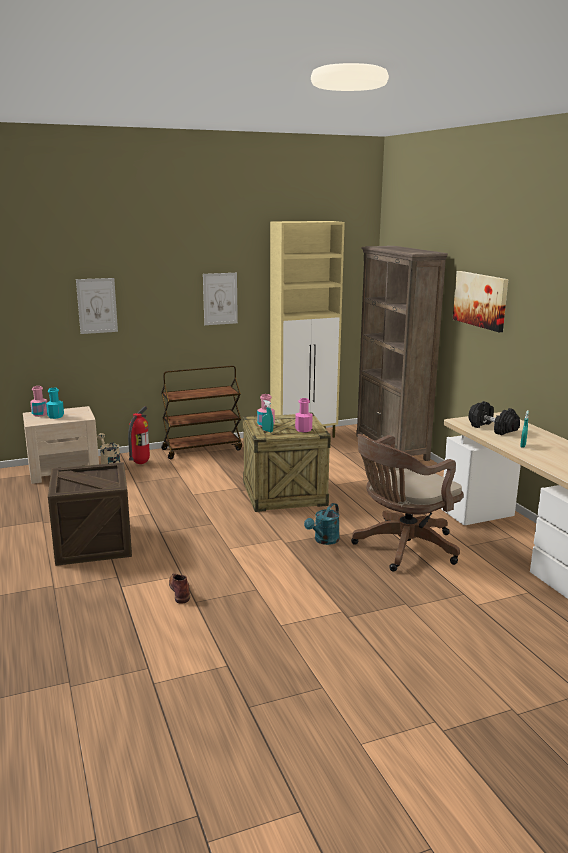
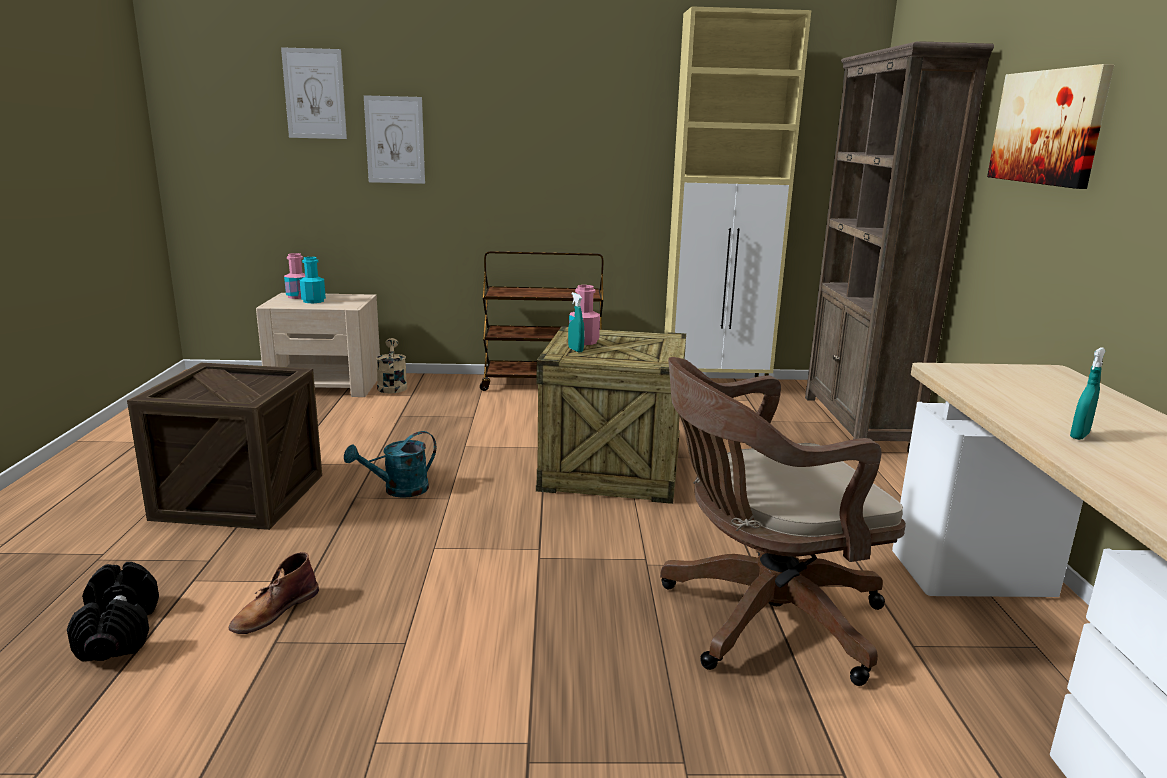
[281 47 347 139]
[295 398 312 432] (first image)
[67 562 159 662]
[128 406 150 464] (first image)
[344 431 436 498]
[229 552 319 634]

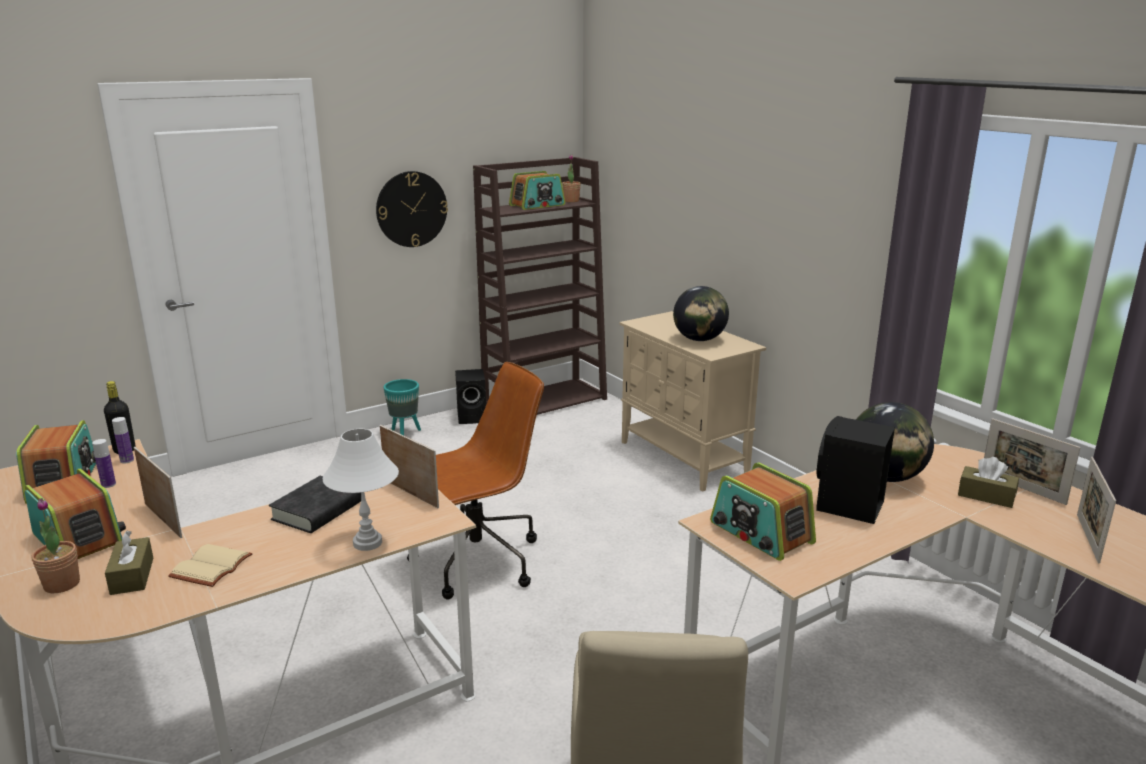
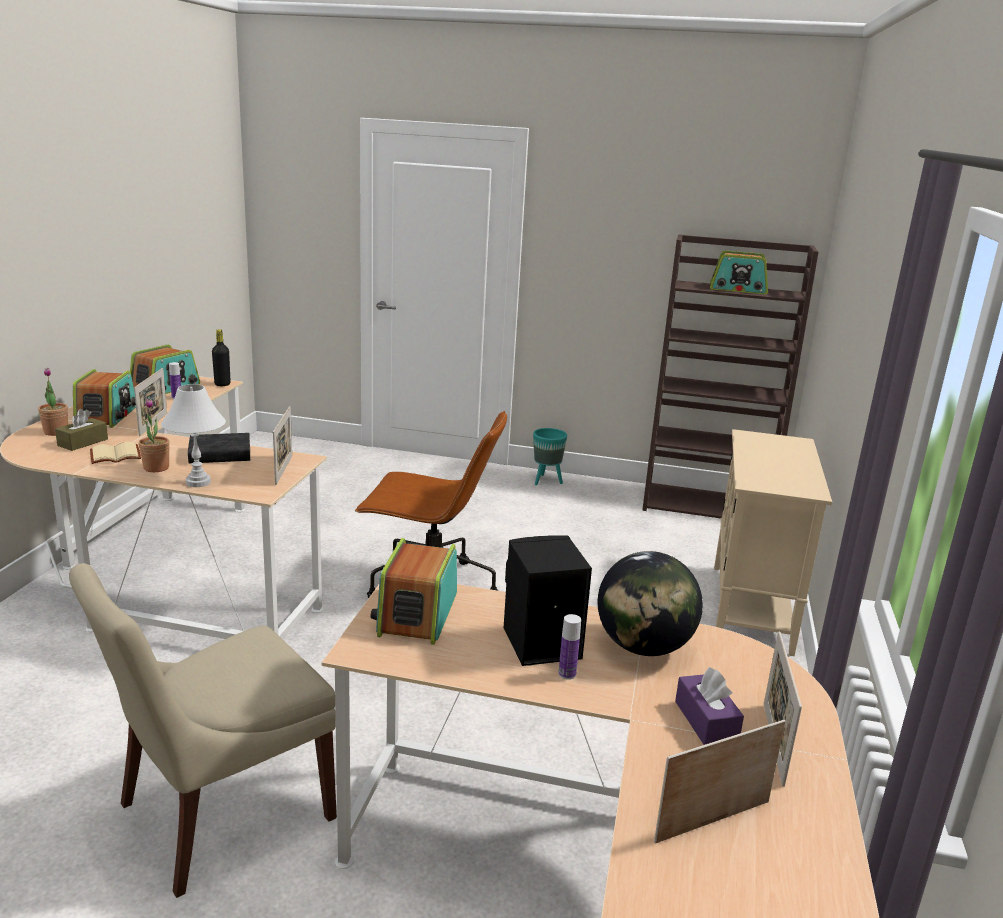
[138 399 170 472]
[376 171 448 247] (first image)
[673 286 729 341] (first image)
[455 369 486 424] (first image)
[558 614 581 680]
[675 667 744 745]

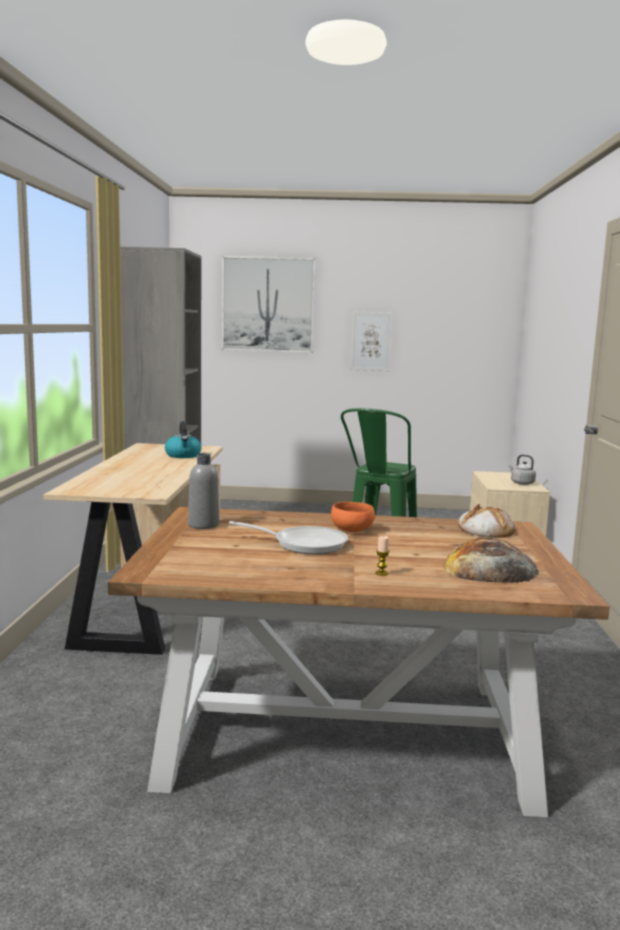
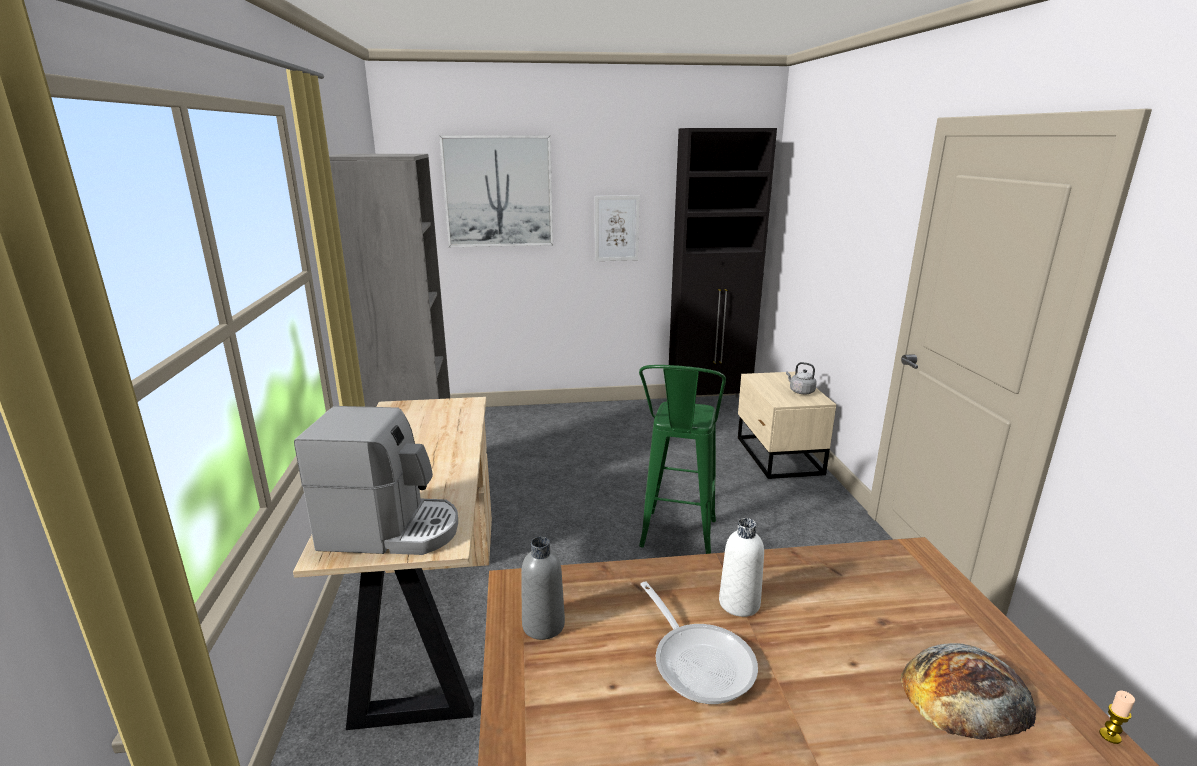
[165 421 202 458] (first image)
[719 518 764 617]
[458 504 516 538] (first image)
[640 582 758 704]
[1099 691 1135 744]
[669 128 777 398]
[294 406 458 555]

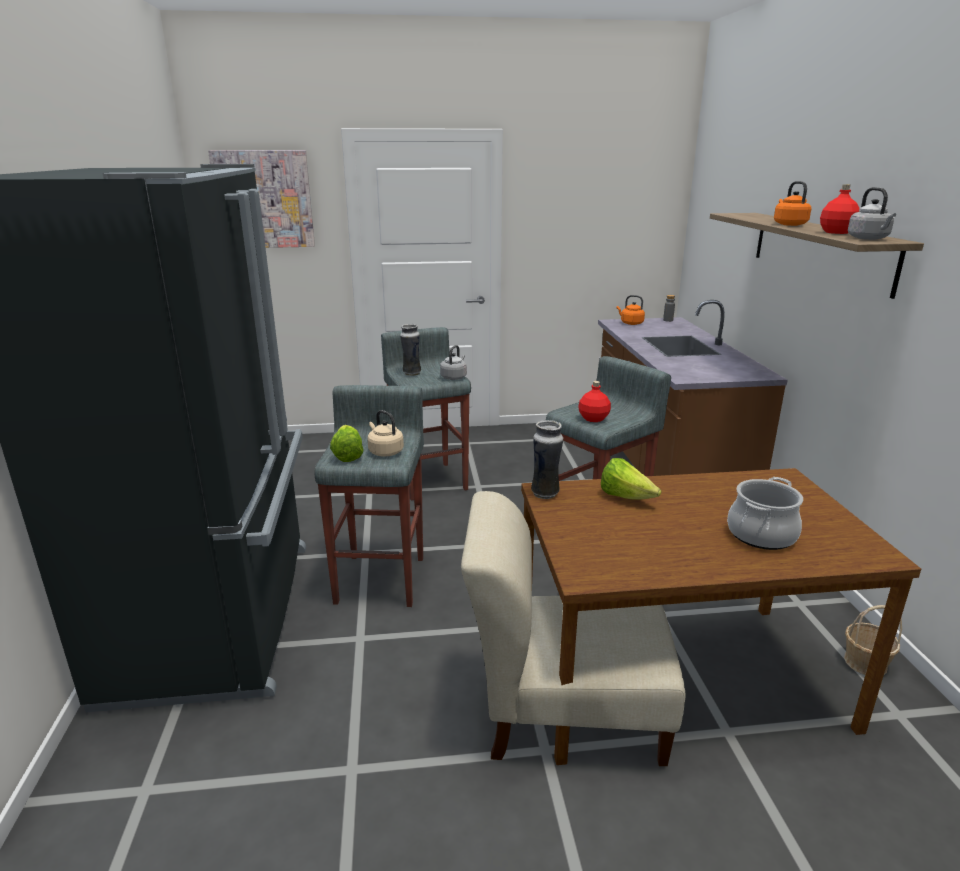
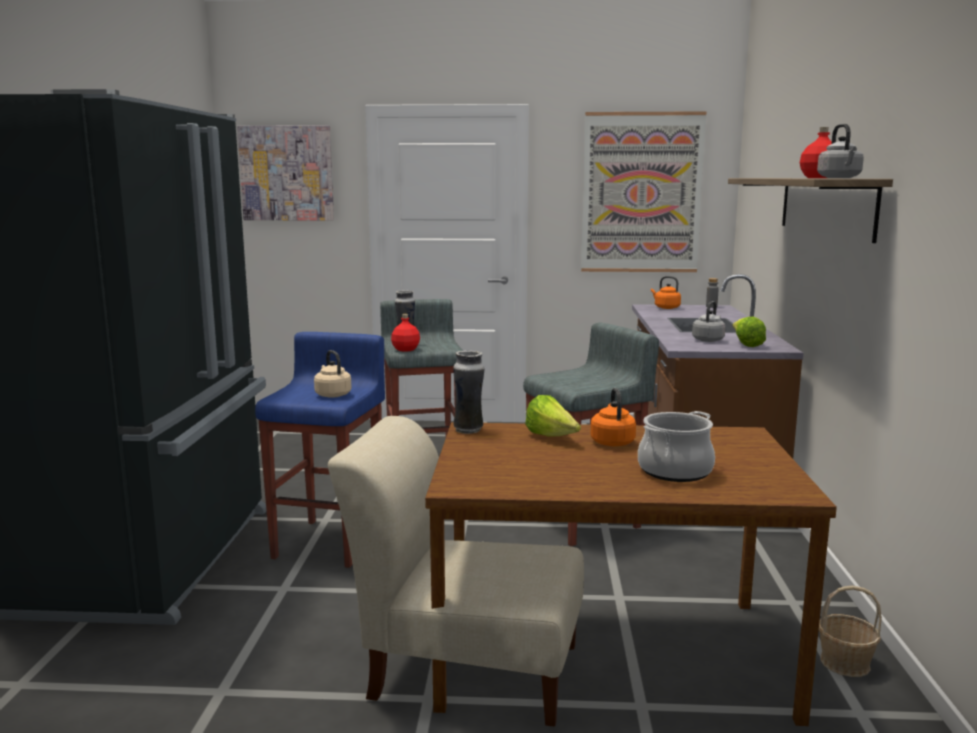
[591 388 636 446]
[692 301 726 342]
[391 314 420 352]
[255 332 385 568]
[732 316 766 347]
[581 111 706 272]

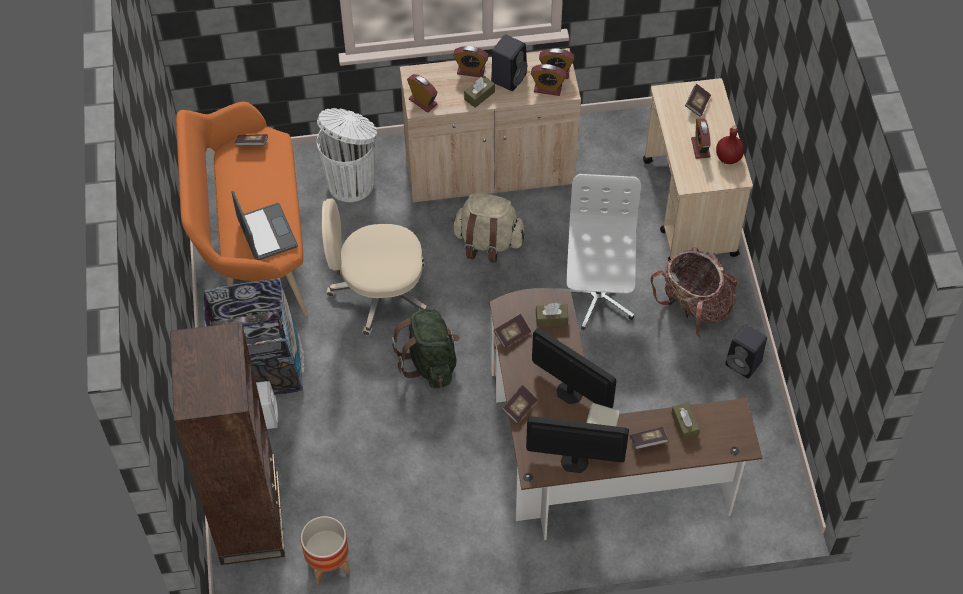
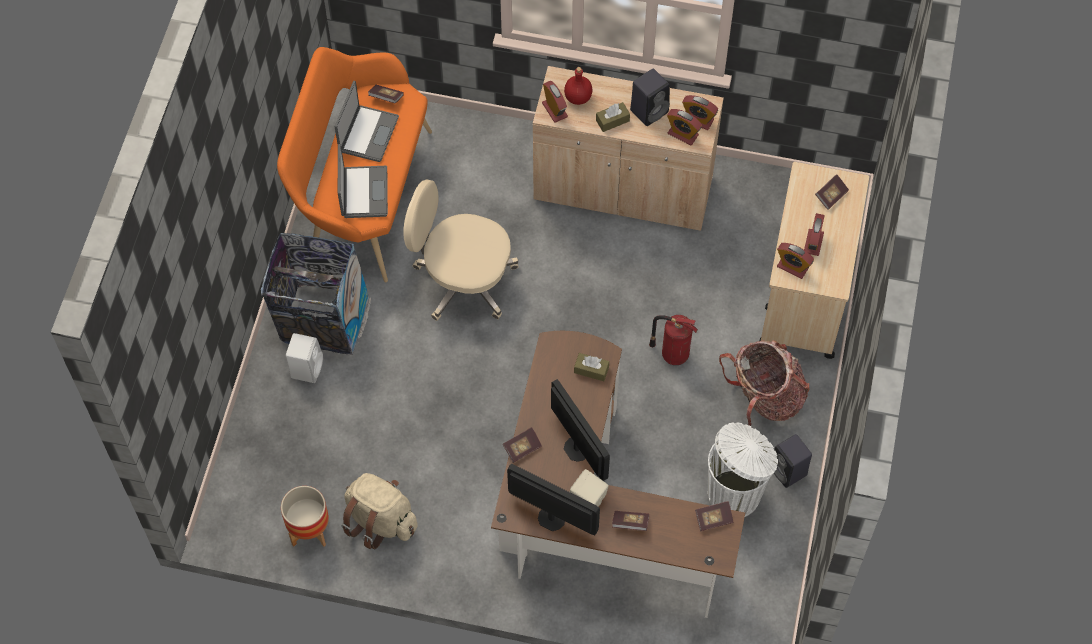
[777 243 814 279]
[708 422 778 517]
[564 67 592 105]
[649 315 698 365]
[342 473 418 549]
[392 309 460 388] (first image)
[695 501 733 531]
[170 322 285 565] (first image)
[671 402 700 440] (first image)
[335 81 399 162]

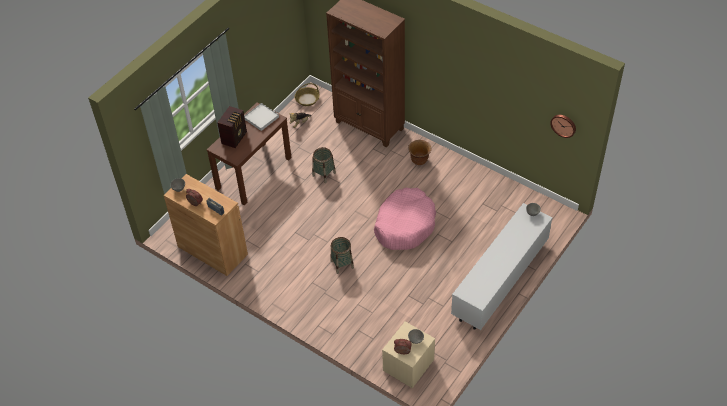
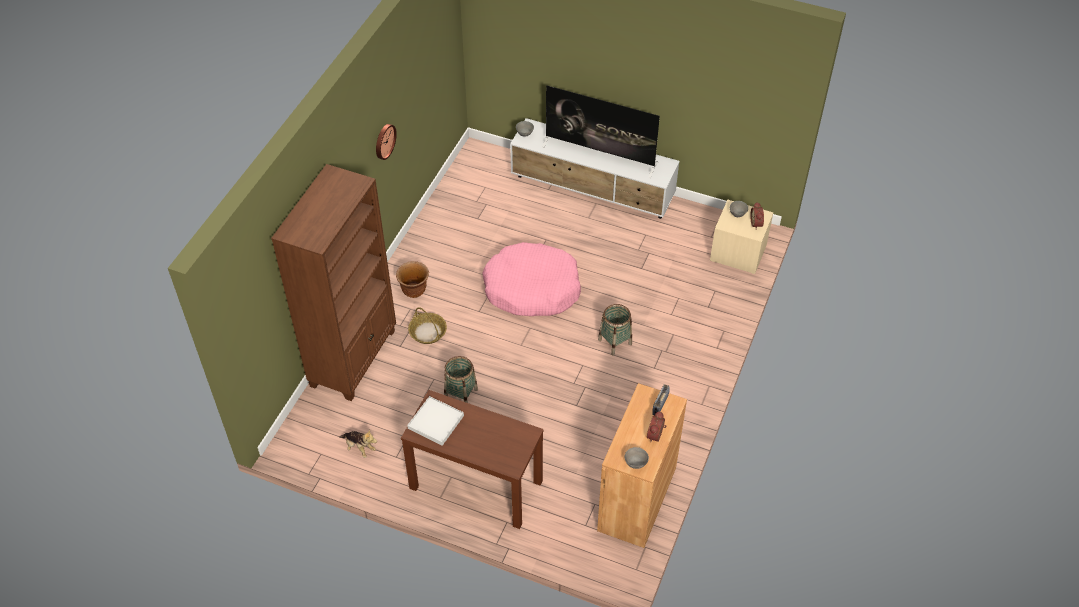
[408 307 447 344]
[217 106 247 148] (first image)
[376 124 397 160]
[542 85 660 178]

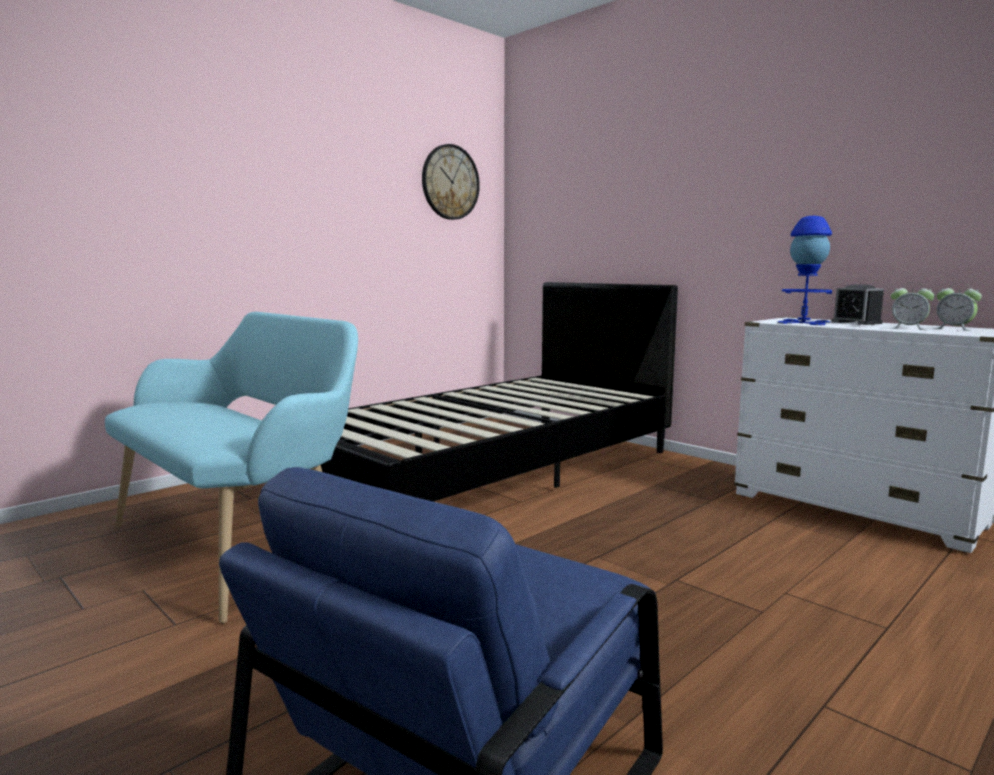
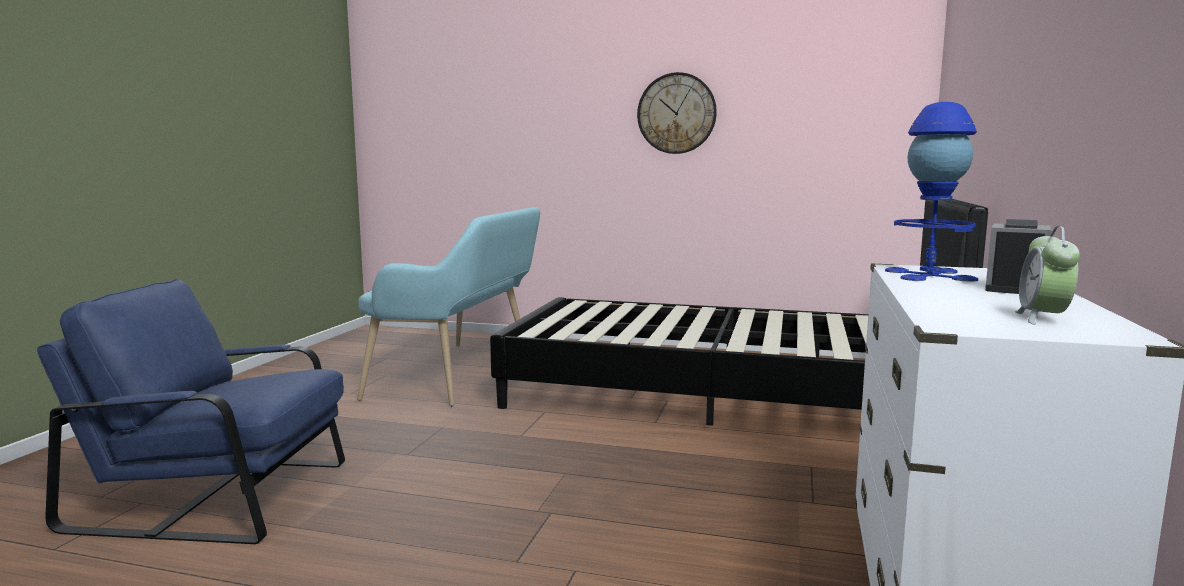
[637 72 717 154]
[890 282 935 330] (first image)

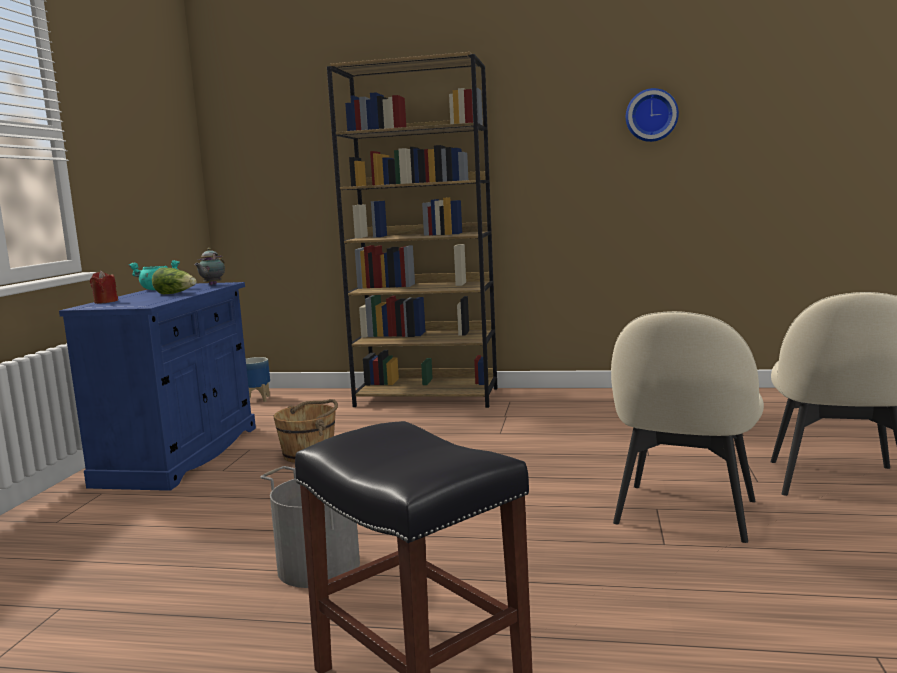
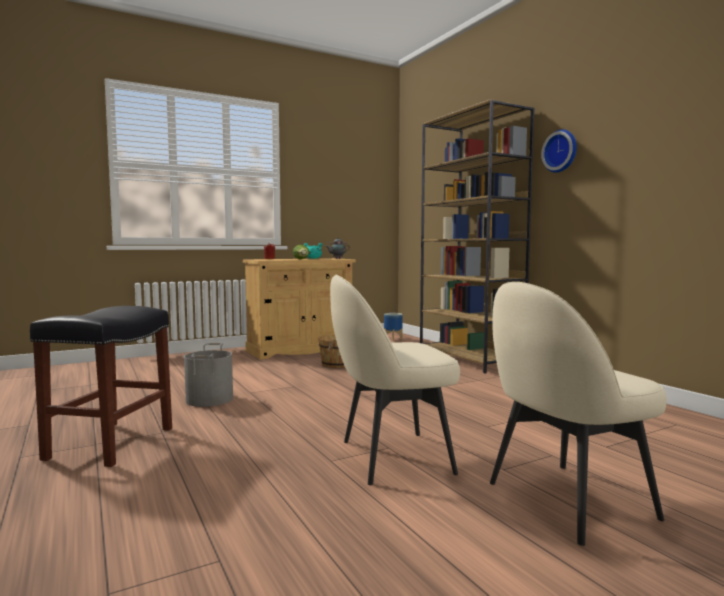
[541 129 577 173]
[243 258 356 360]

